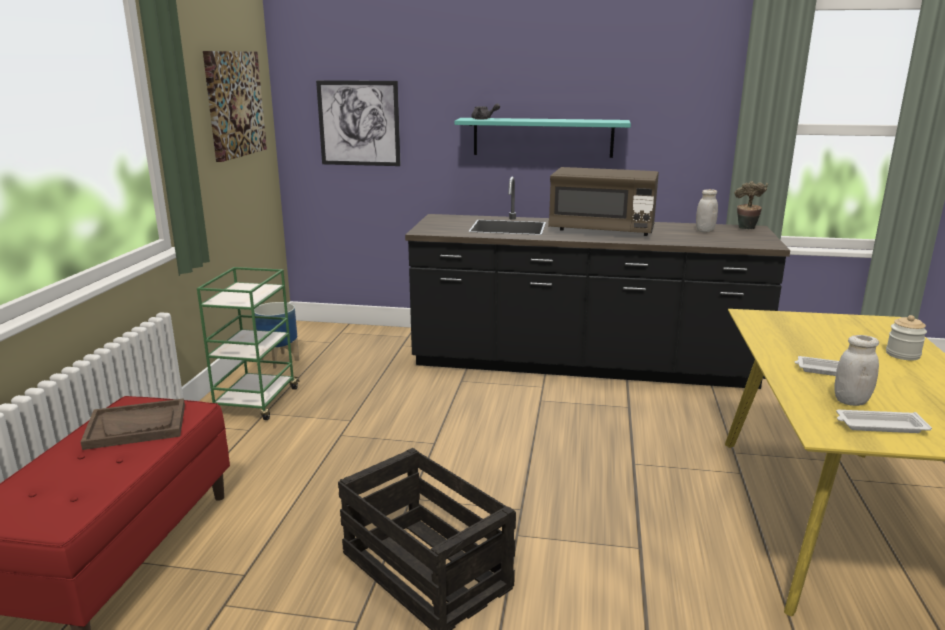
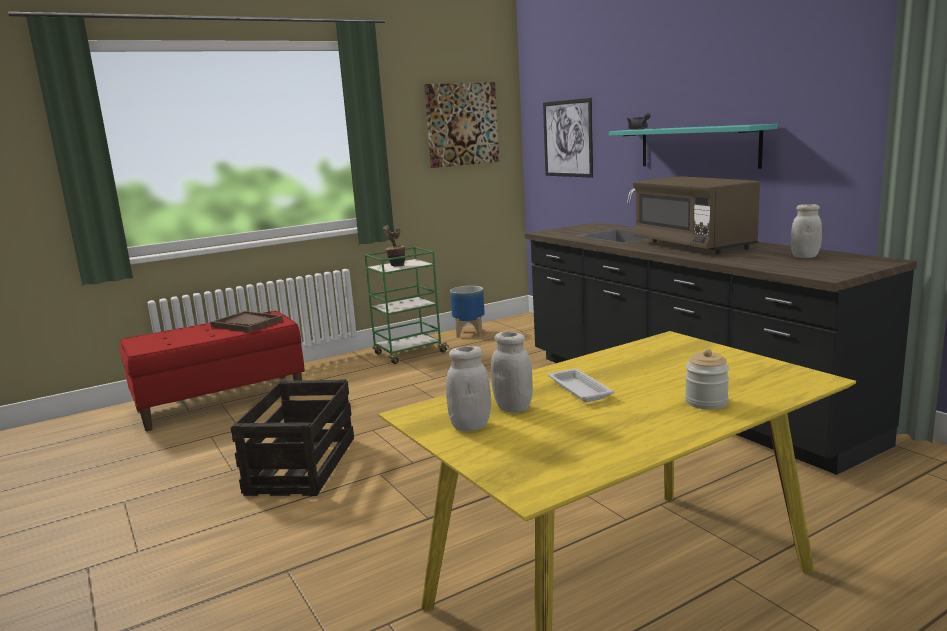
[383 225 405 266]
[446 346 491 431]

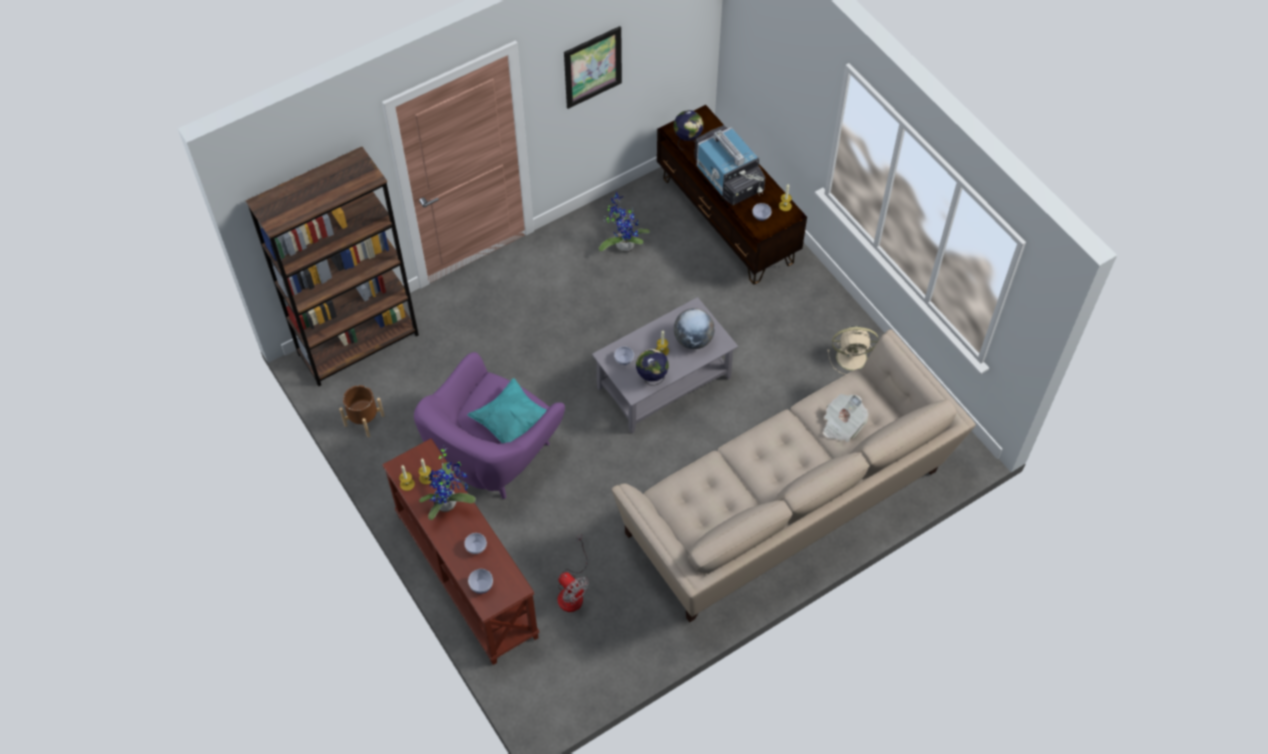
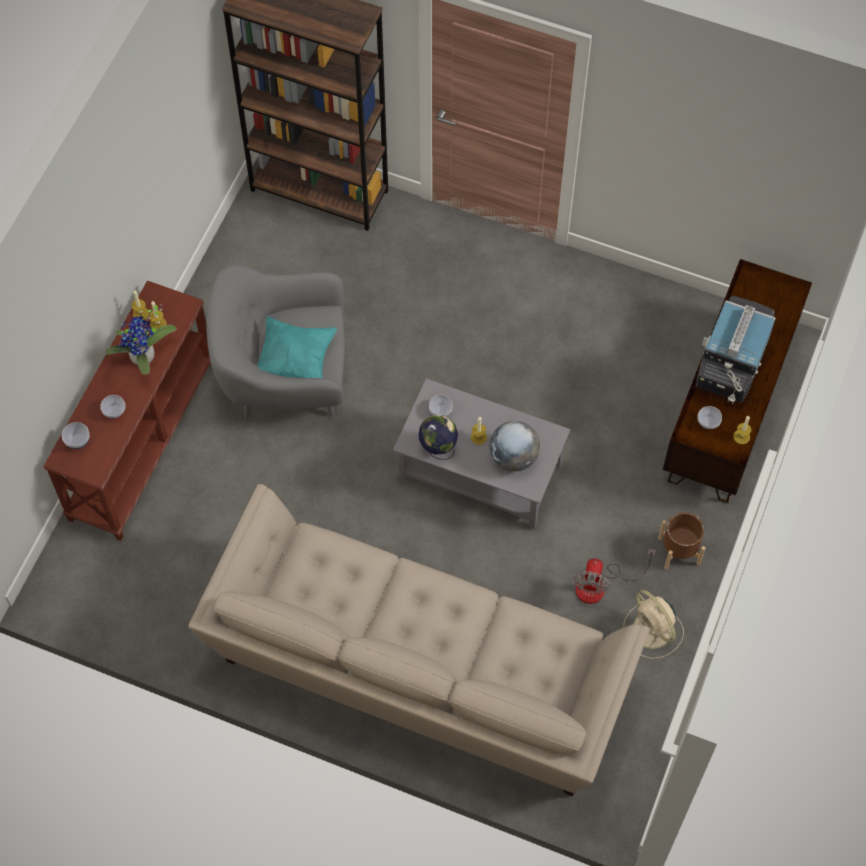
[564 26 622 109] (first image)
[674 110 703 151] (first image)
[599 193 650 253] (first image)
[206 266 345 419]
[658 512 706 570]
[823 394 868 442] (first image)
[573 549 656 604]

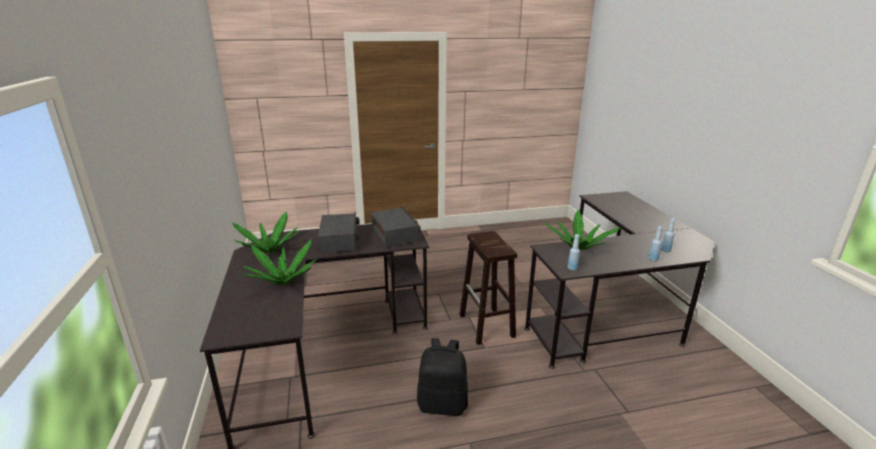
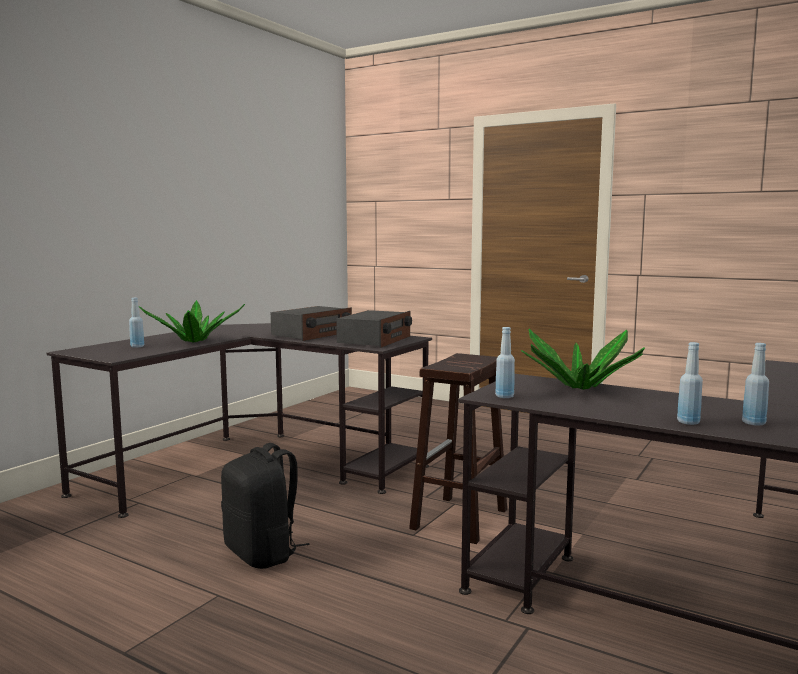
[232 212 300 253] (first image)
[129 298 144 348]

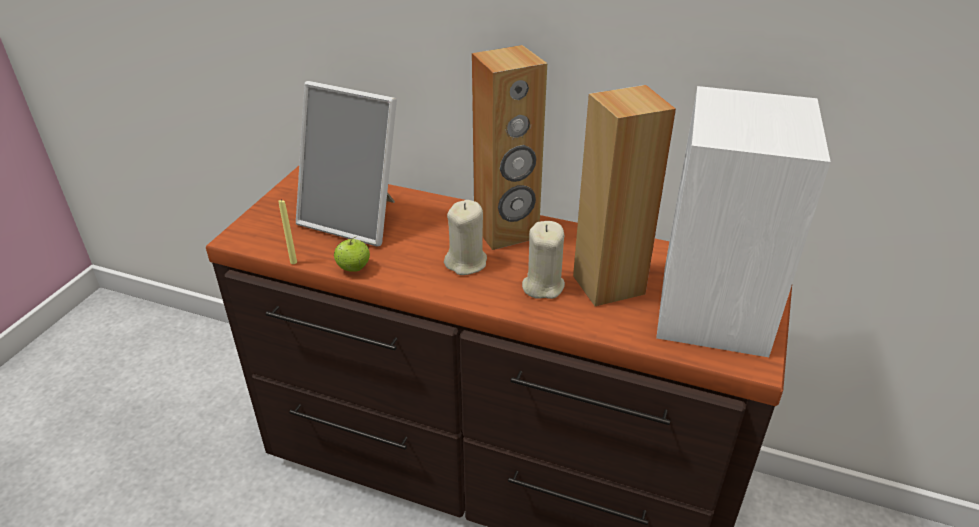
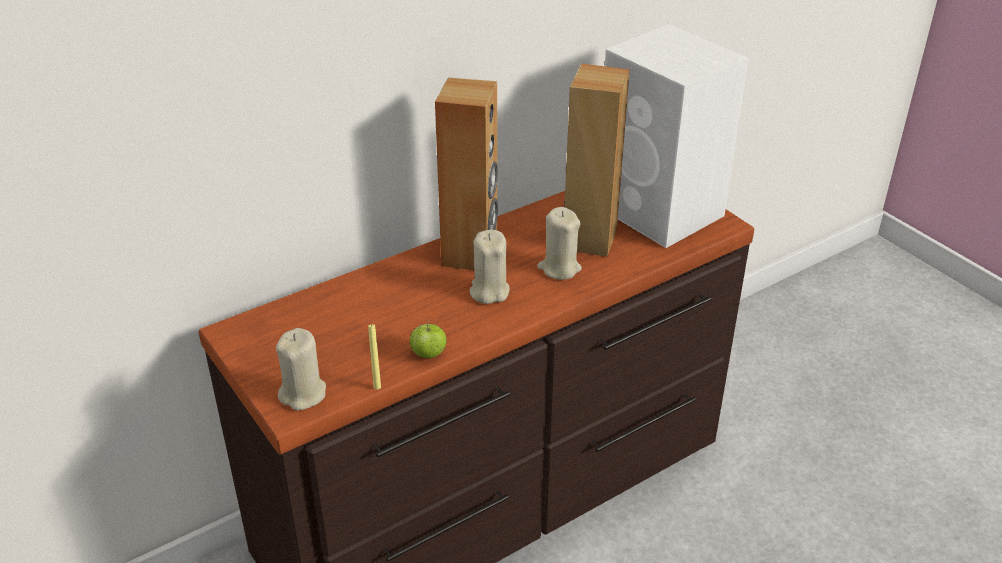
[296 81 397 247] (first image)
[276 328 326 411]

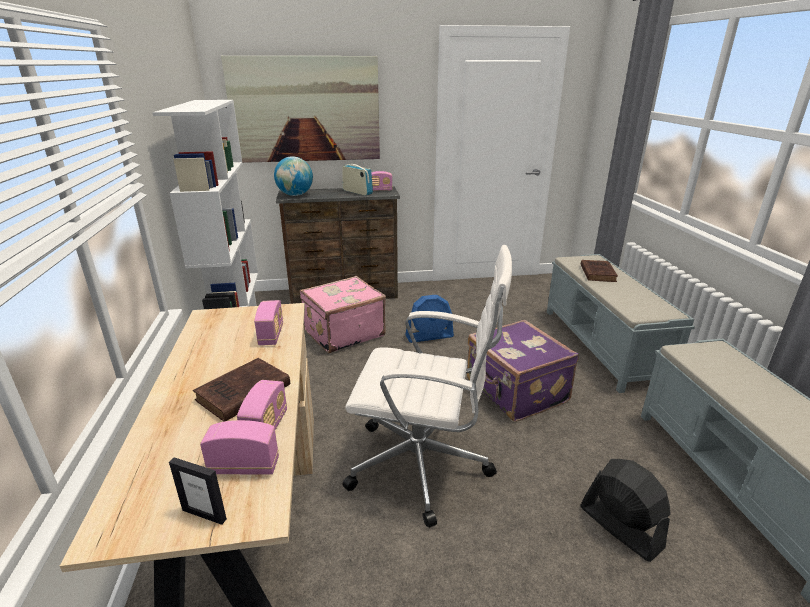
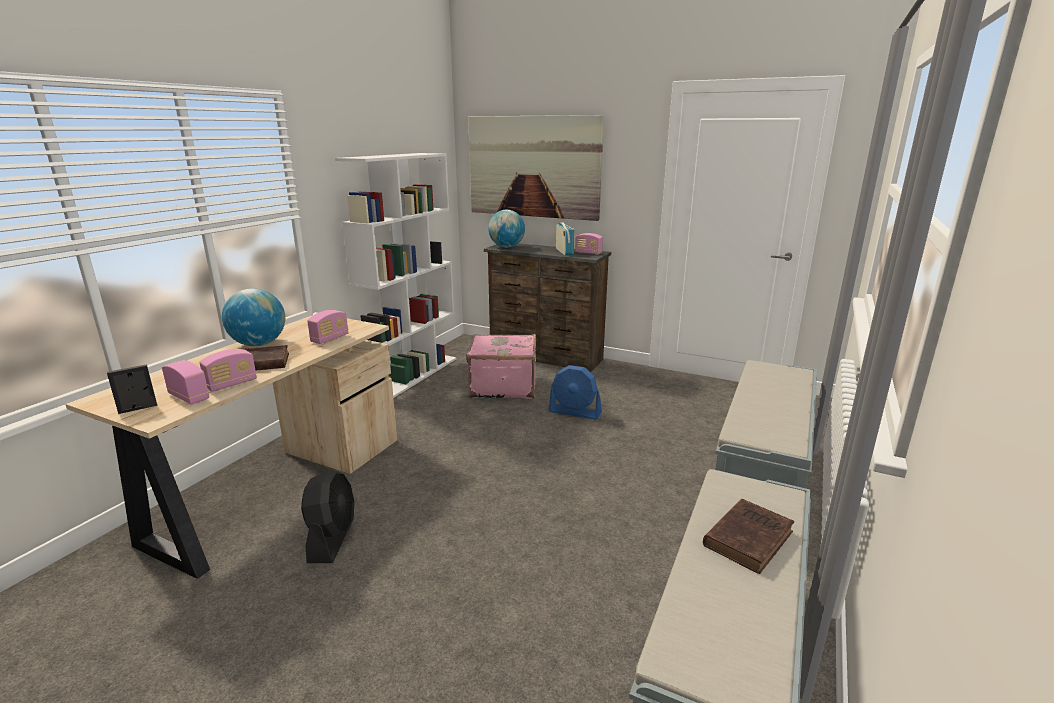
[343 245 512 528] (first image)
[703 499 795 574]
[467 320 579 422] (first image)
[107 364 157 414]
[301 471 354 563]
[222 288 285 346]

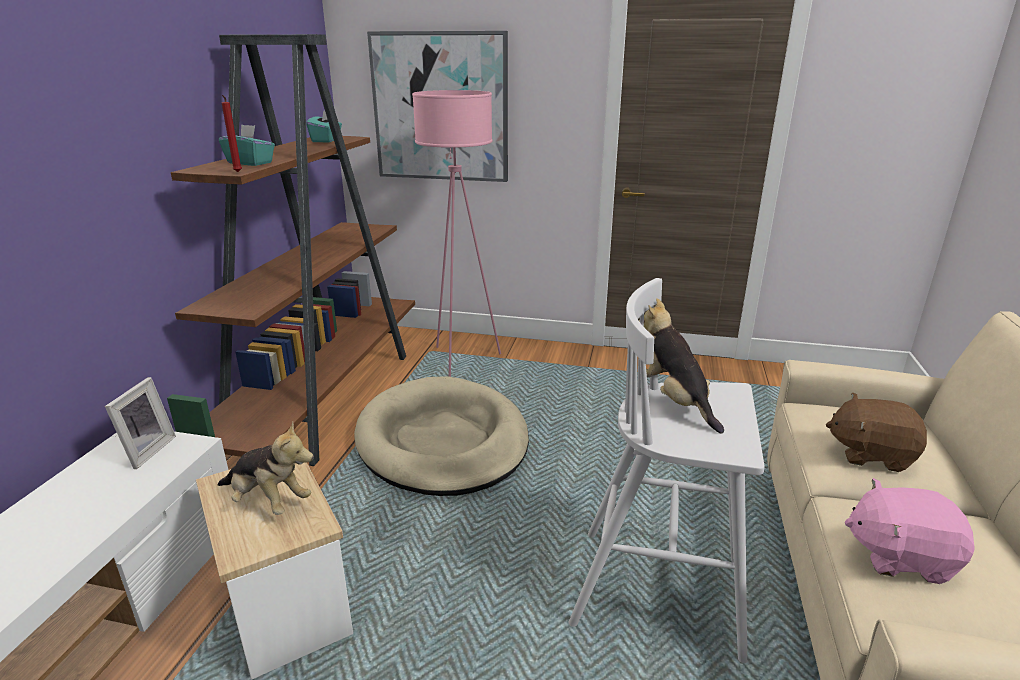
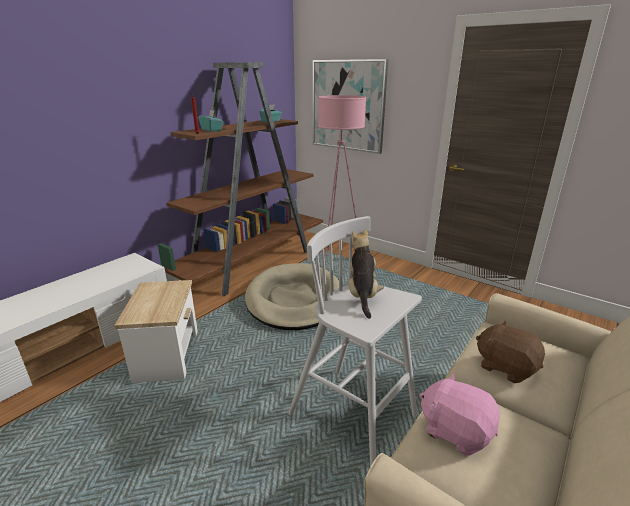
[105 377 176 469] (first image)
[218 421 314 515] (first image)

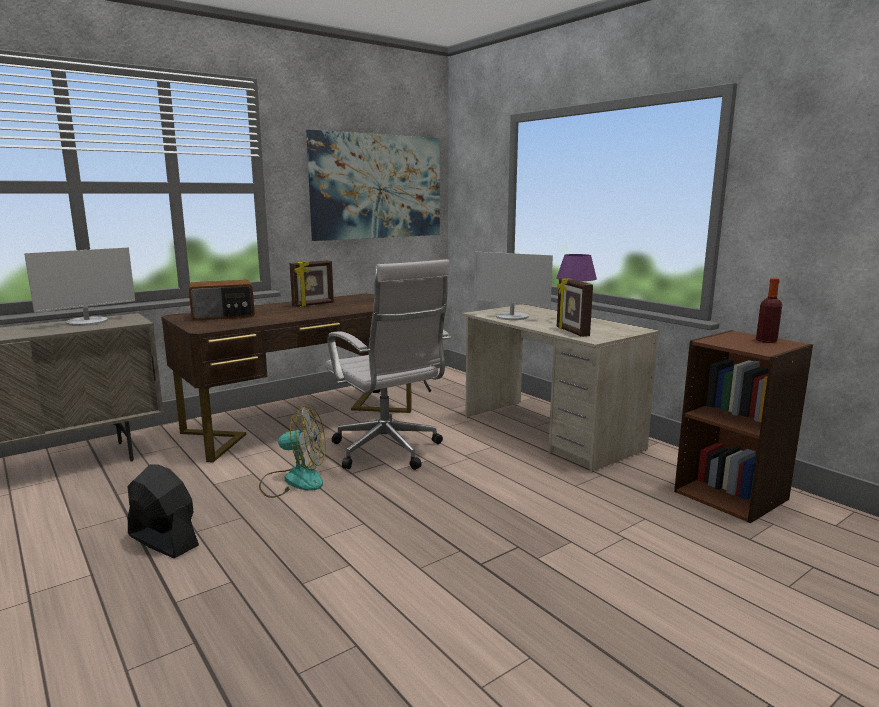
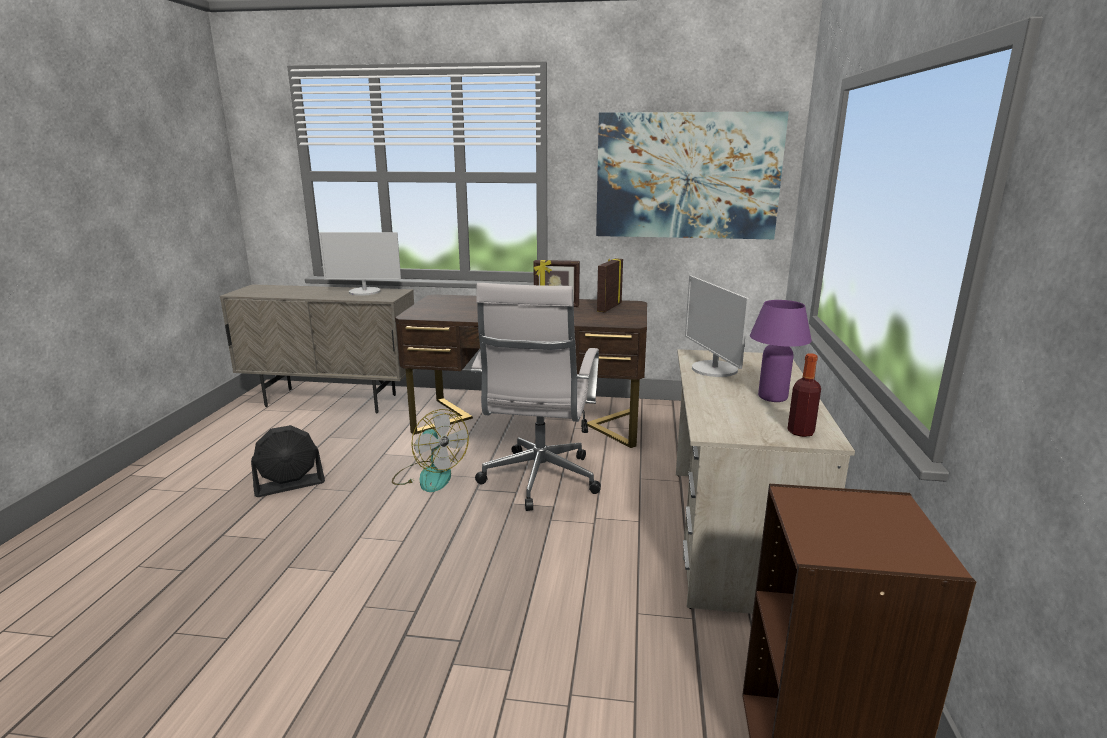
[597 258 623 312]
[787 353 821 437]
[189 280 255 321] (first image)
[251 425 325 497]

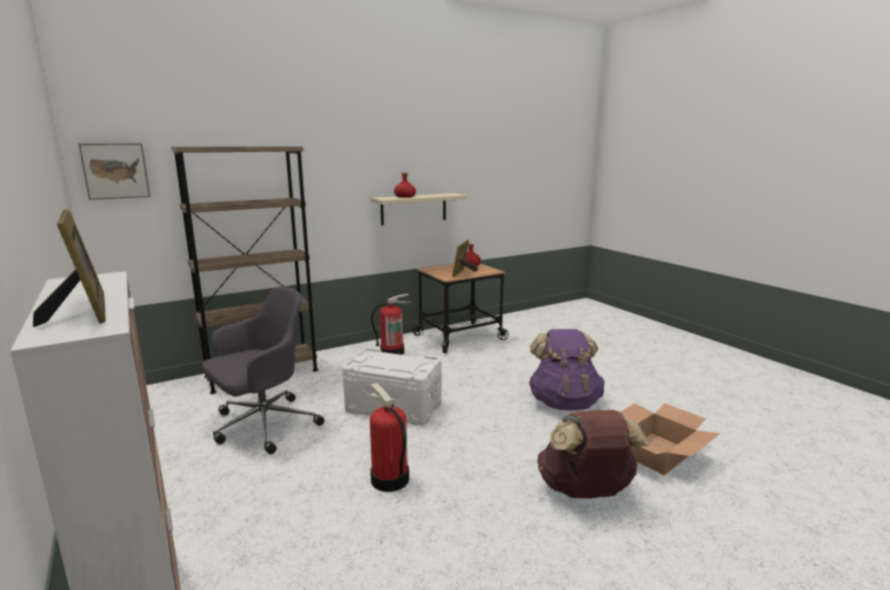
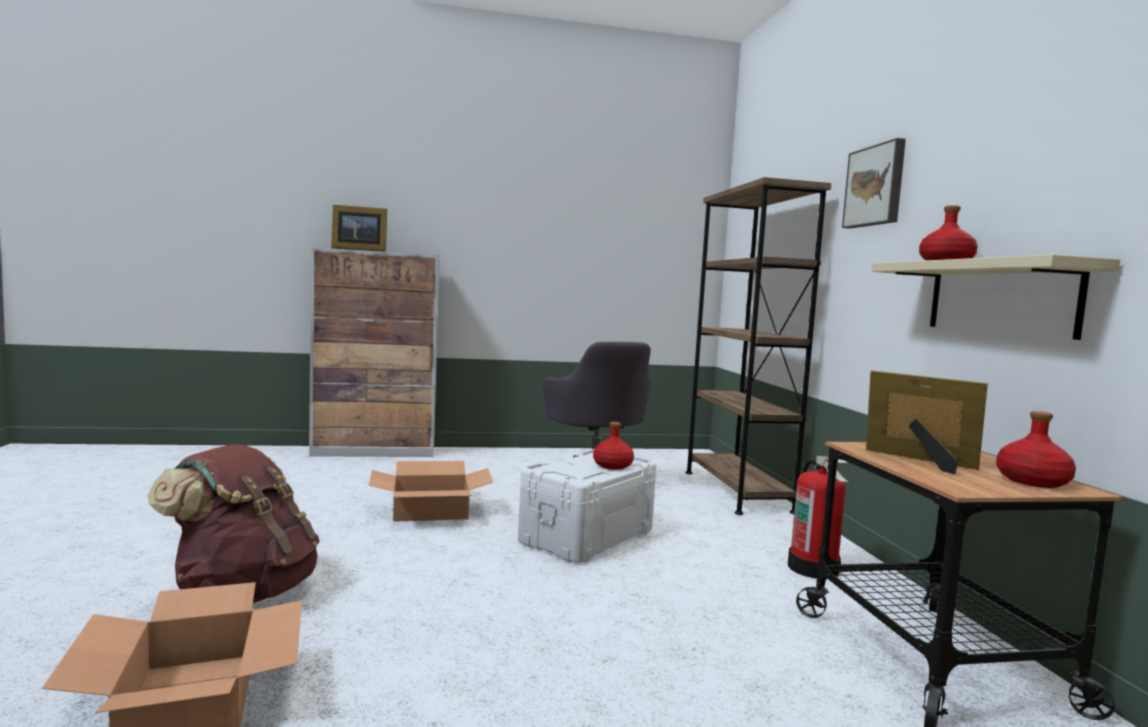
[842 138 906 229]
[528 329 605 411] (first image)
[369 461 493 522]
[593 422 634 470]

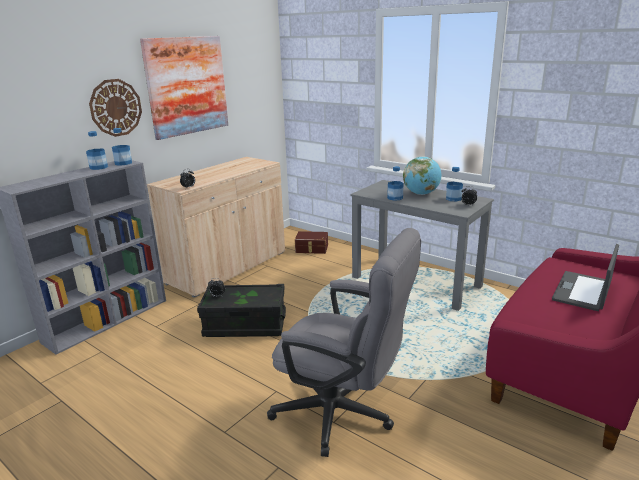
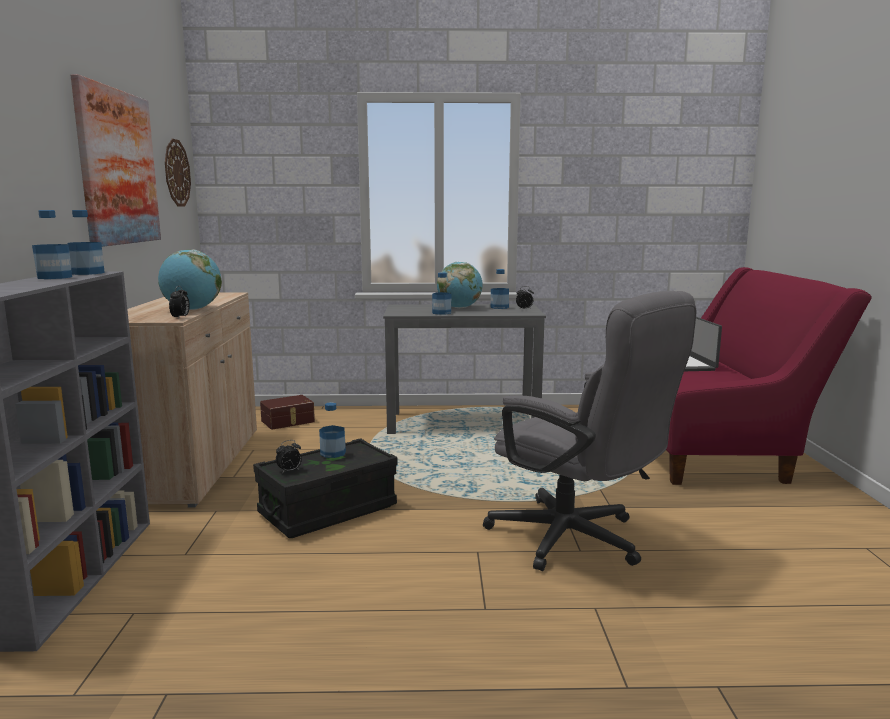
[165 139 191 207]
[483 291 696 571]
[158 250 222 310]
[319 402 346 458]

